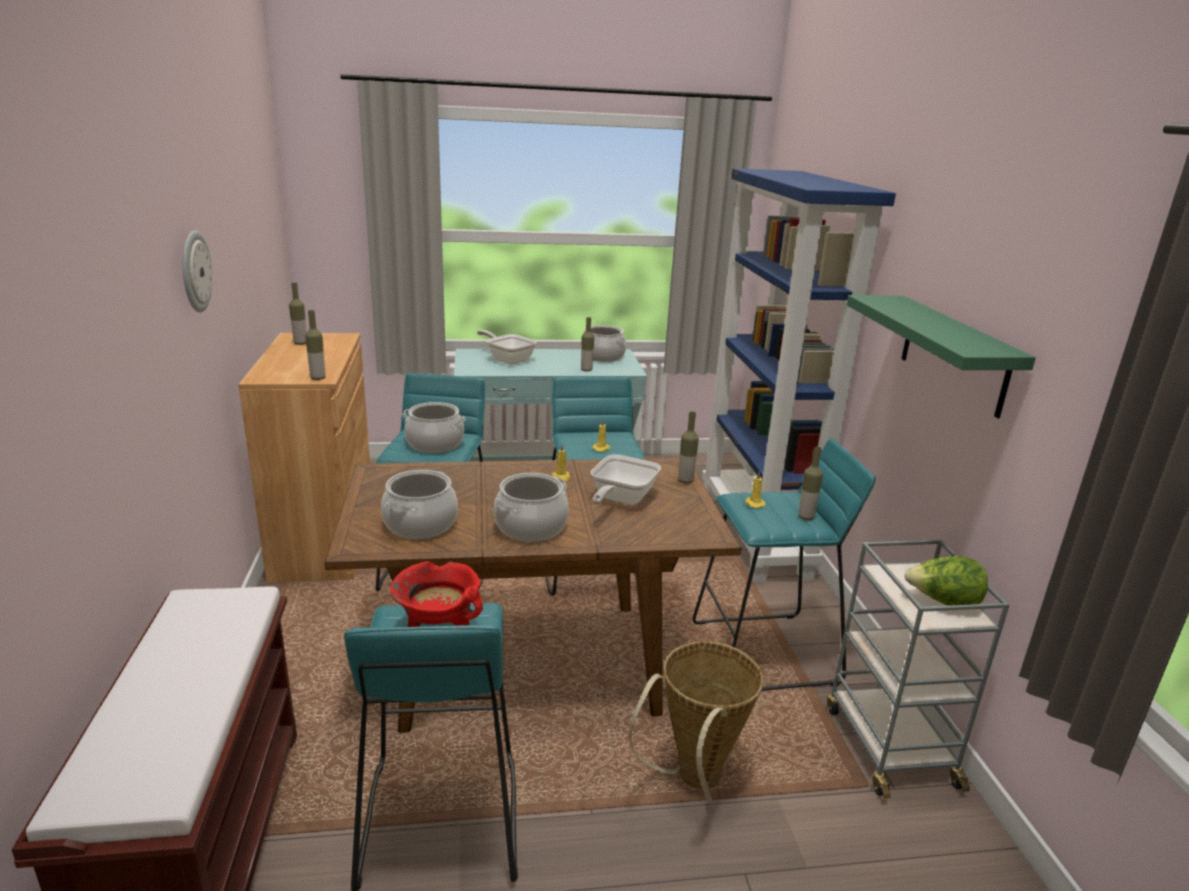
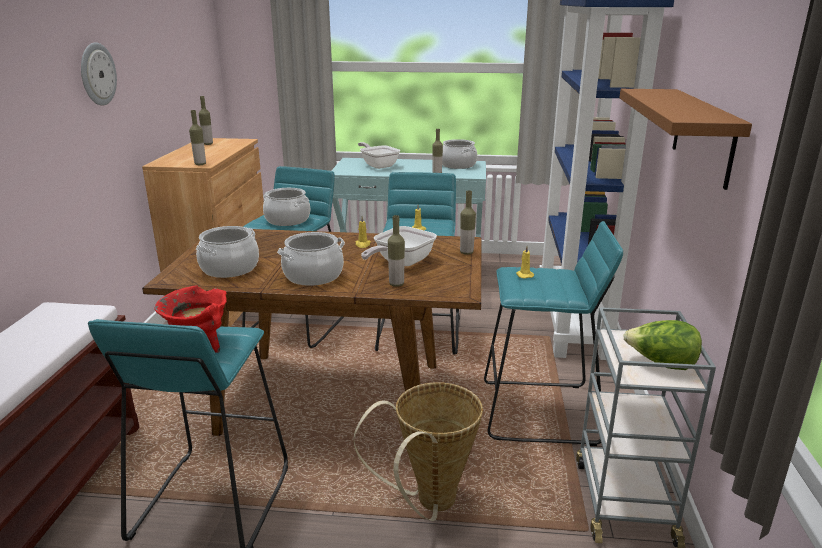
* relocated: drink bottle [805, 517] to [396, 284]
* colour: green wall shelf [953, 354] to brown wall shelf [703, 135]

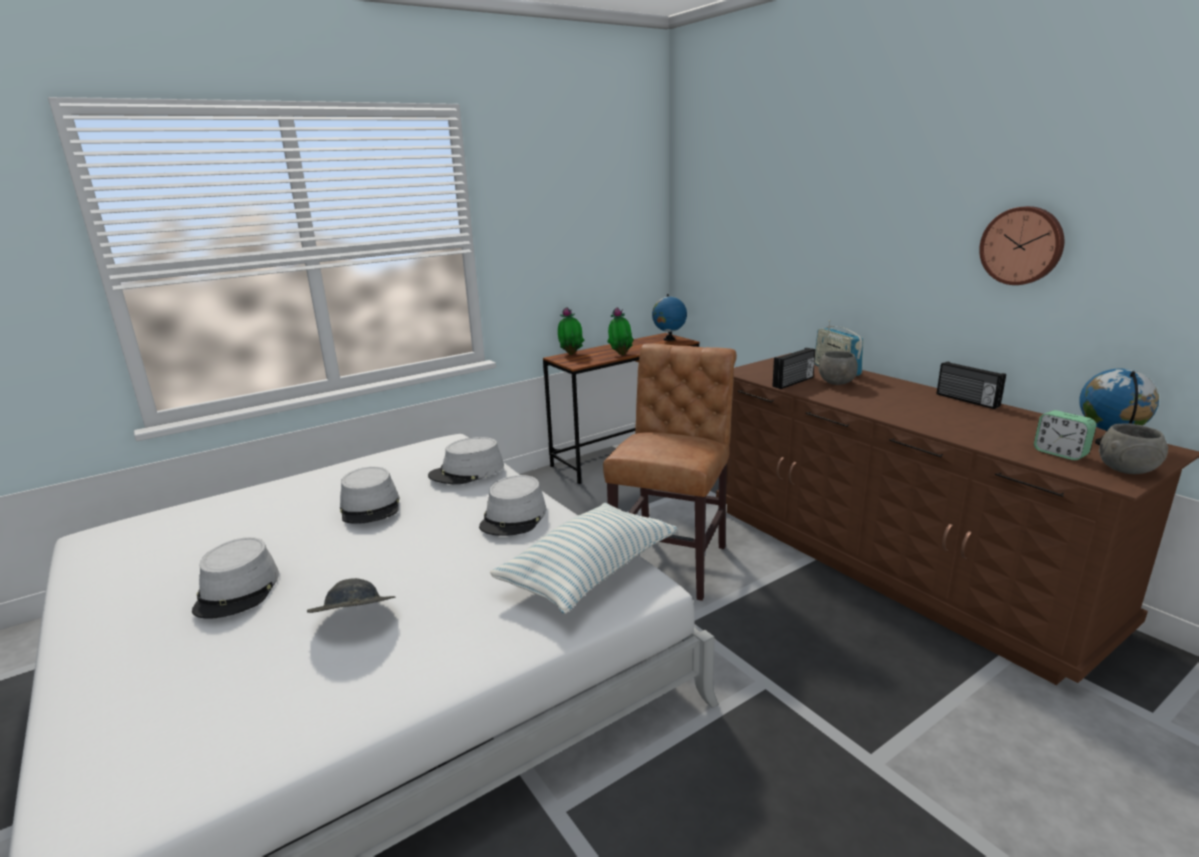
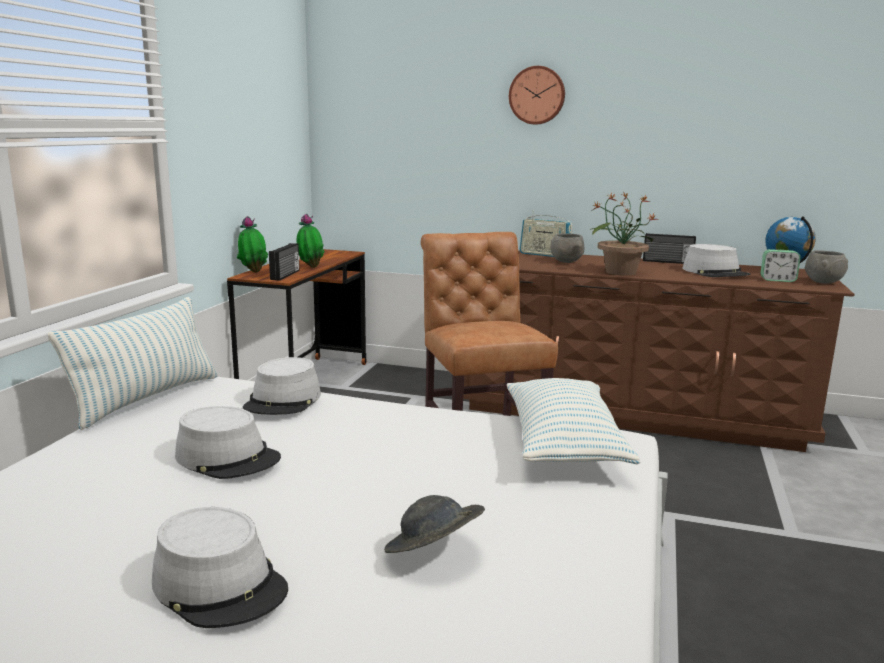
* appeared: throw pillow [146, 399]
* relocated: radio receiver [794, 382] to [286, 275]
* relocated: hanging clock [1022, 245] to [537, 95]
* appeared: houseplant [619, 272]
* relocated: greyish clothing hat [514, 517] to [715, 272]
* missing: desk globe [669, 339]

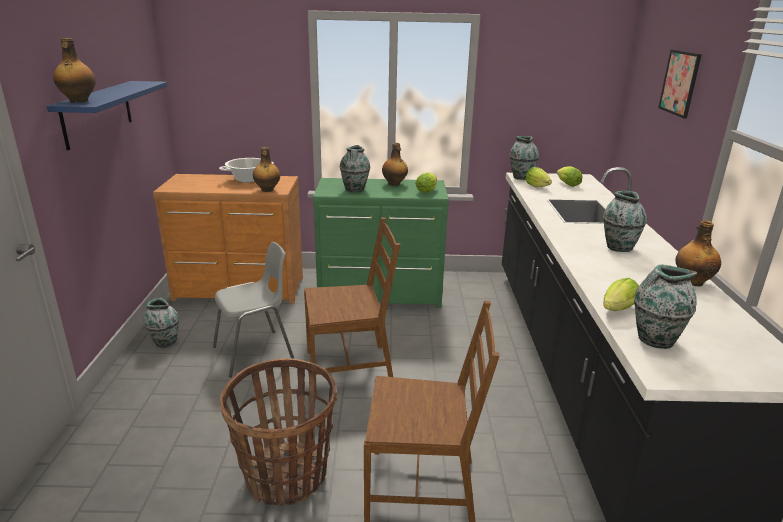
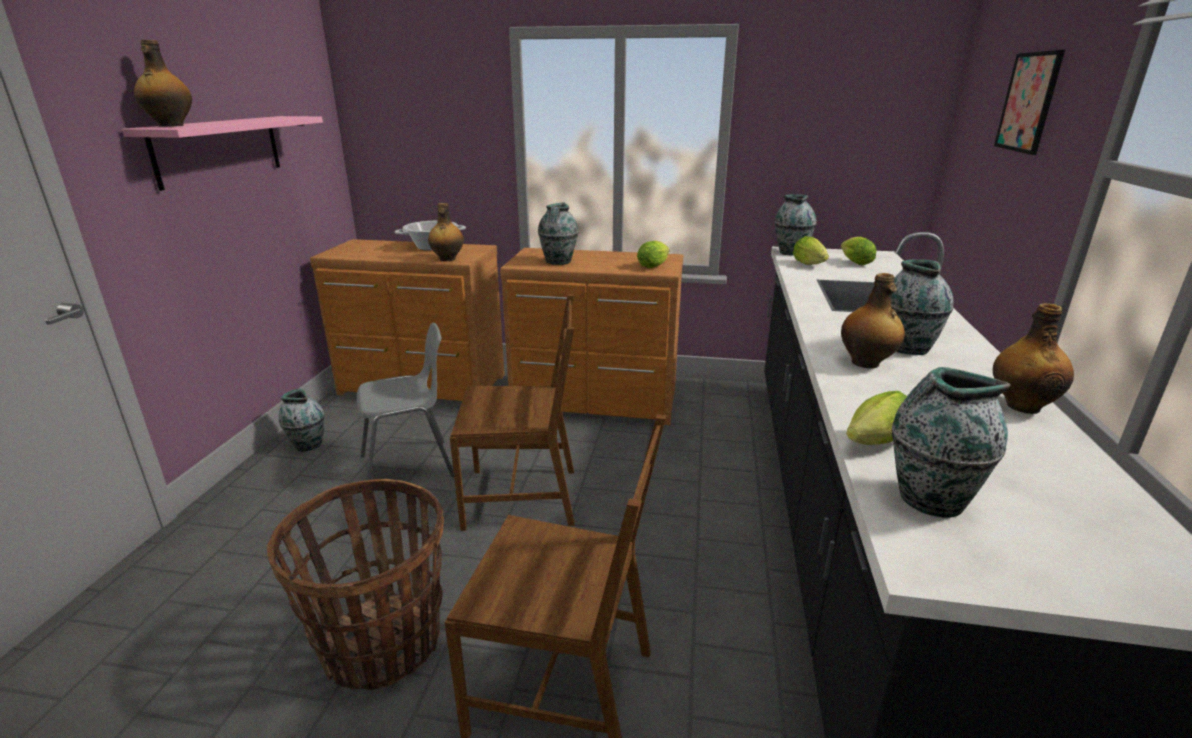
* colour: blue-coloured wall shelf [98, 113] to pink-coloured wall shelf [219, 149]
* colour: green dresser [381, 294] to brown dresser [595, 402]
* relocated: drink bottle [394, 184] to [866, 363]

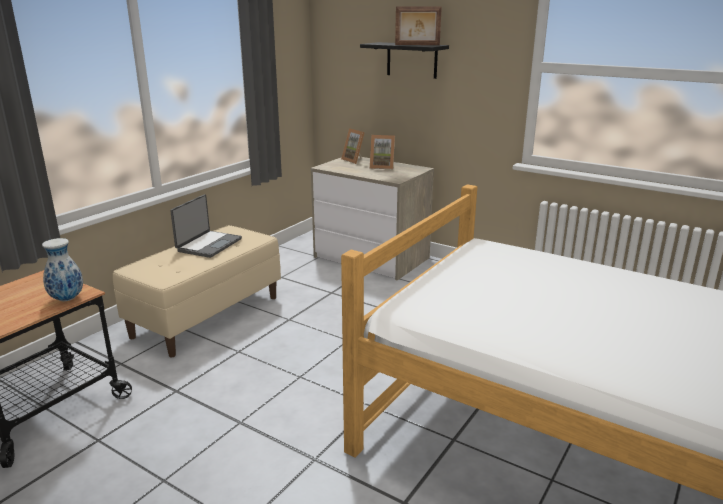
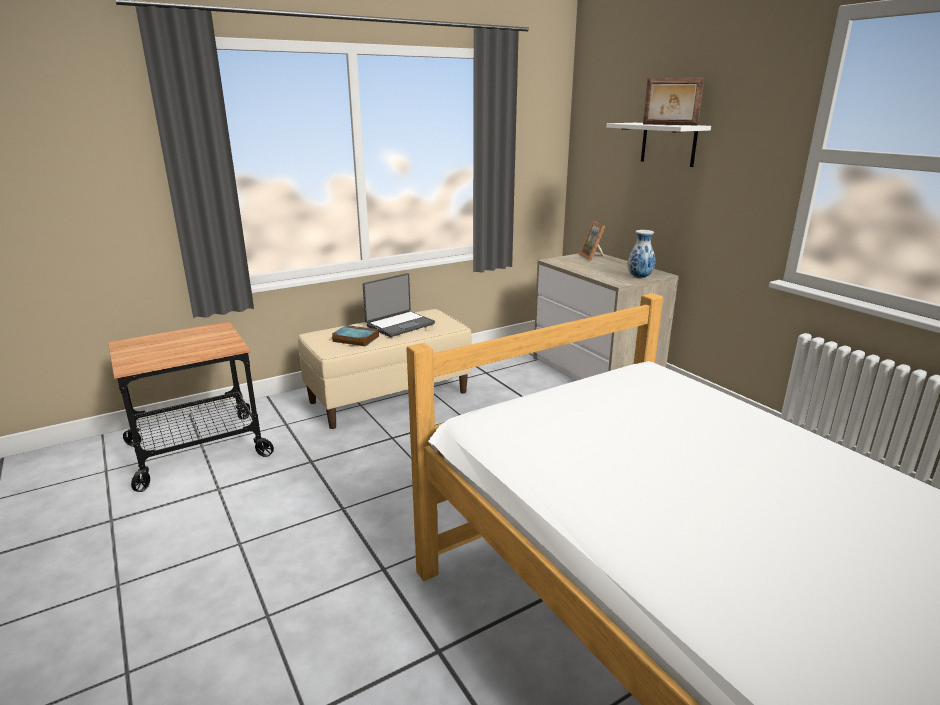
* appeared: volume [354, 339]
* colour: black-coloured wall shelf [412, 60] to white wall shelf [668, 144]
* relocated: decorative vase [67, 298] to [639, 277]
* missing: picture frame [382, 167]

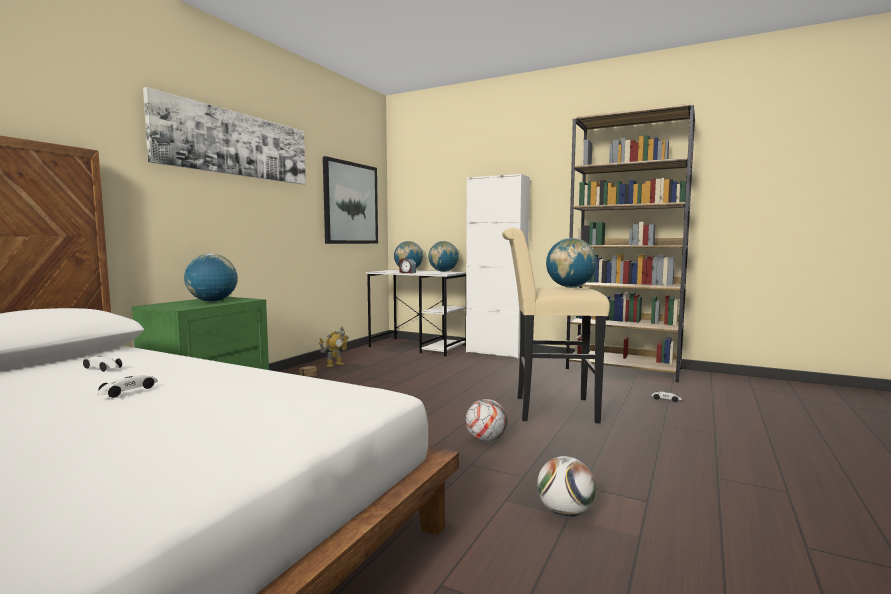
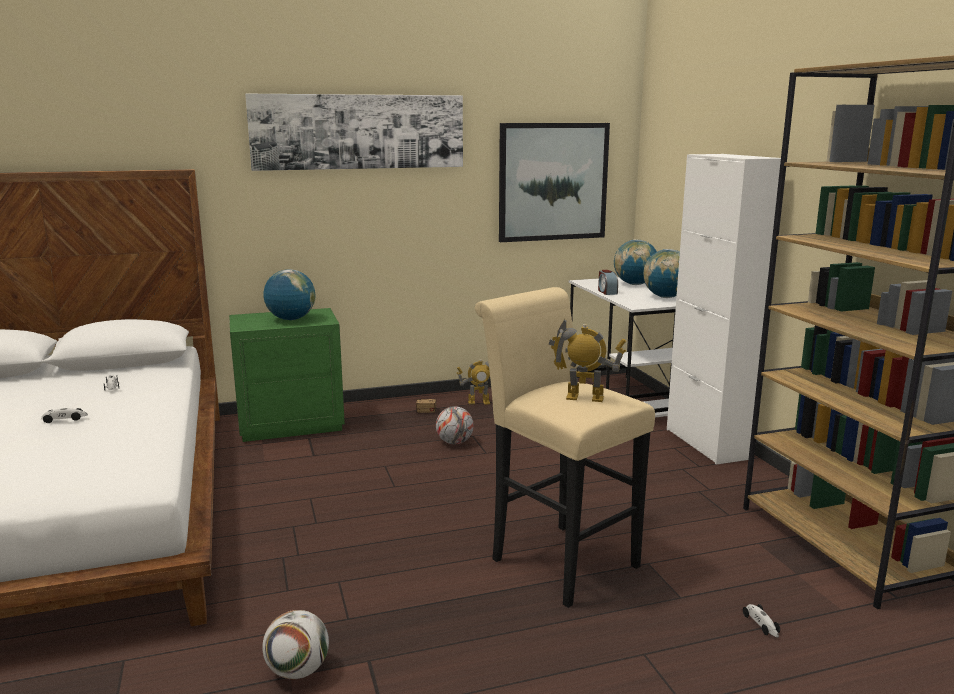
* relocated: football [486, 440] to [454, 442]
* exchanged: desk globe [570, 287] to robot figure [584, 398]

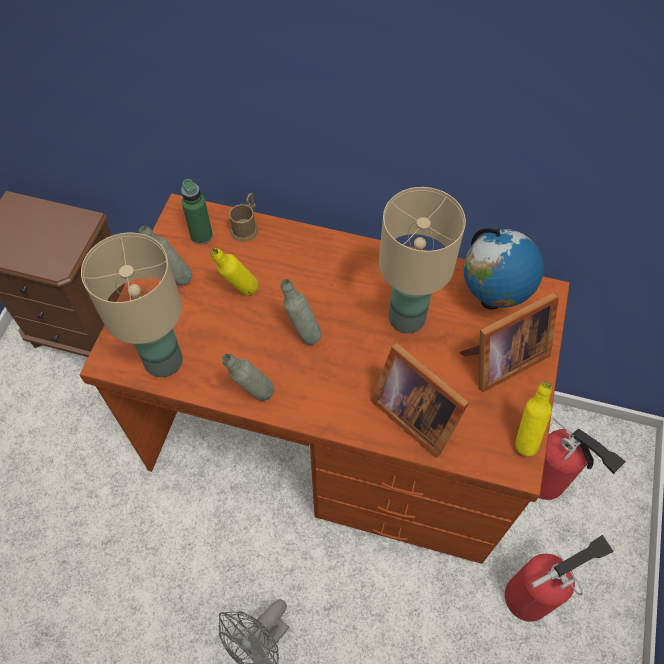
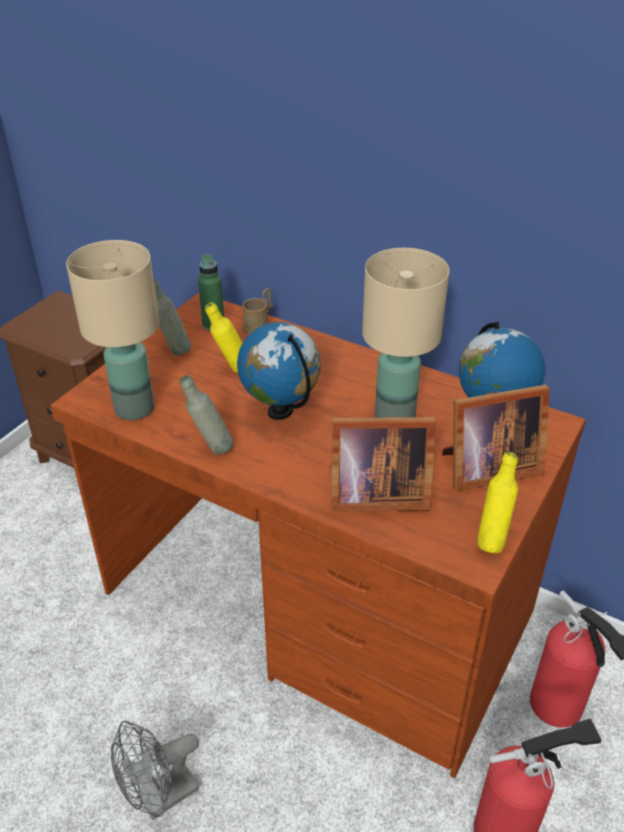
* exchanged: greyish drink bottle [302, 334] to desk globe [280, 412]
* spun: picture frame [414, 412] = [374, 494] 60 degrees counterclockwise

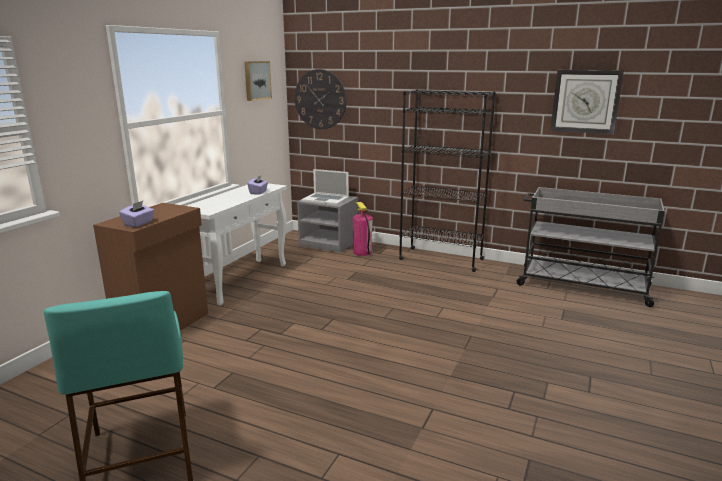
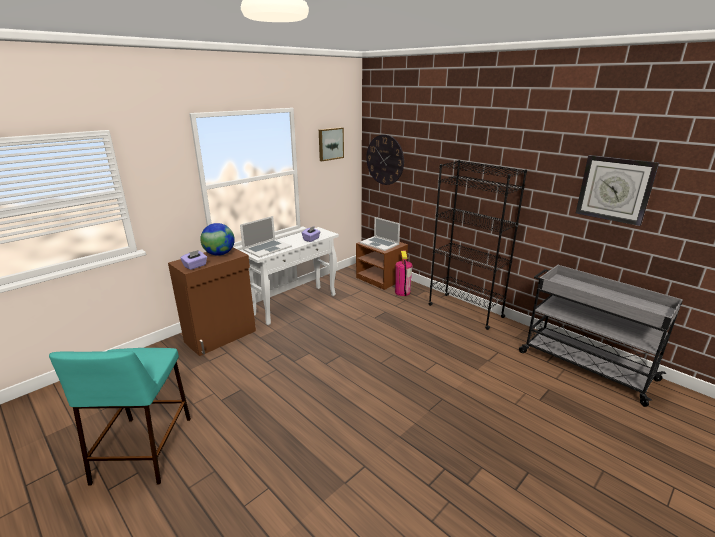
* appeared: desk globe [219, 254]
* appeared: laptop [267, 248]
* colour: greyish bedside table [329, 243] to brown bedside table [381, 279]

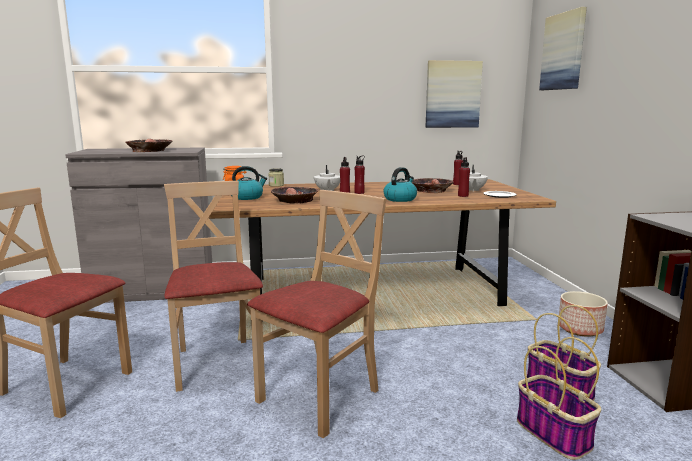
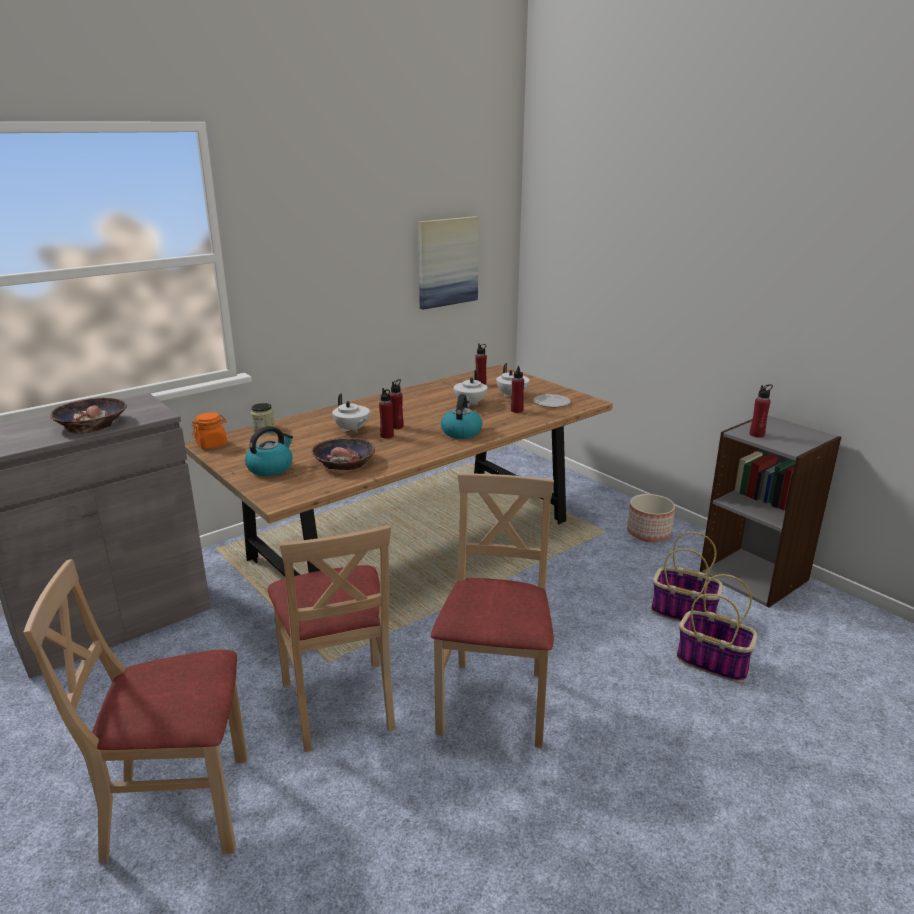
* spun: beige-coloured chair [217, 363] = [339, 703] 150 degrees counterclockwise
* exchanged: deep dish [431, 190] to white tea pot [469, 404]
* appeared: red-coloured drink bottle [757, 434]
* missing: wall art [563, 51]

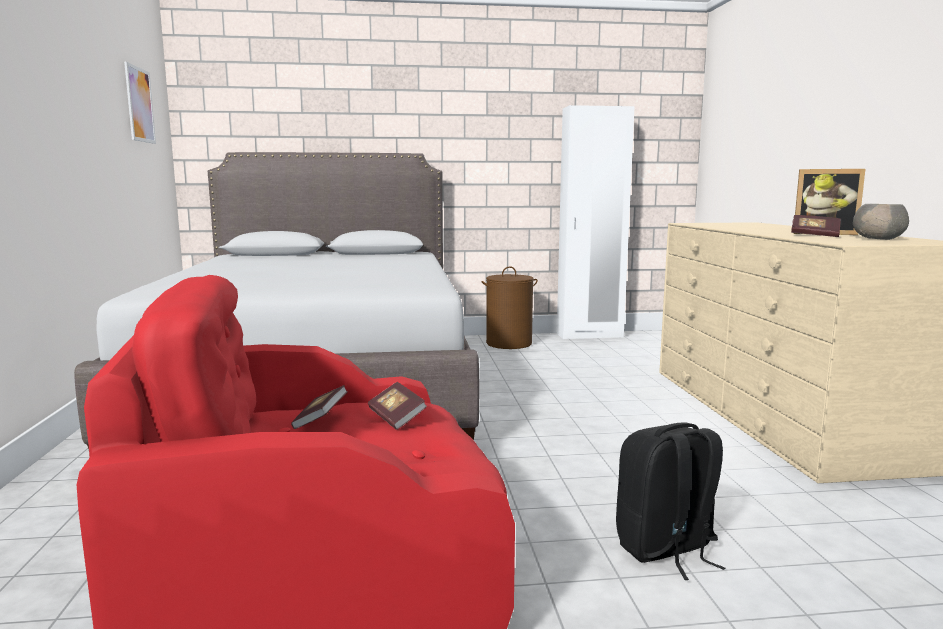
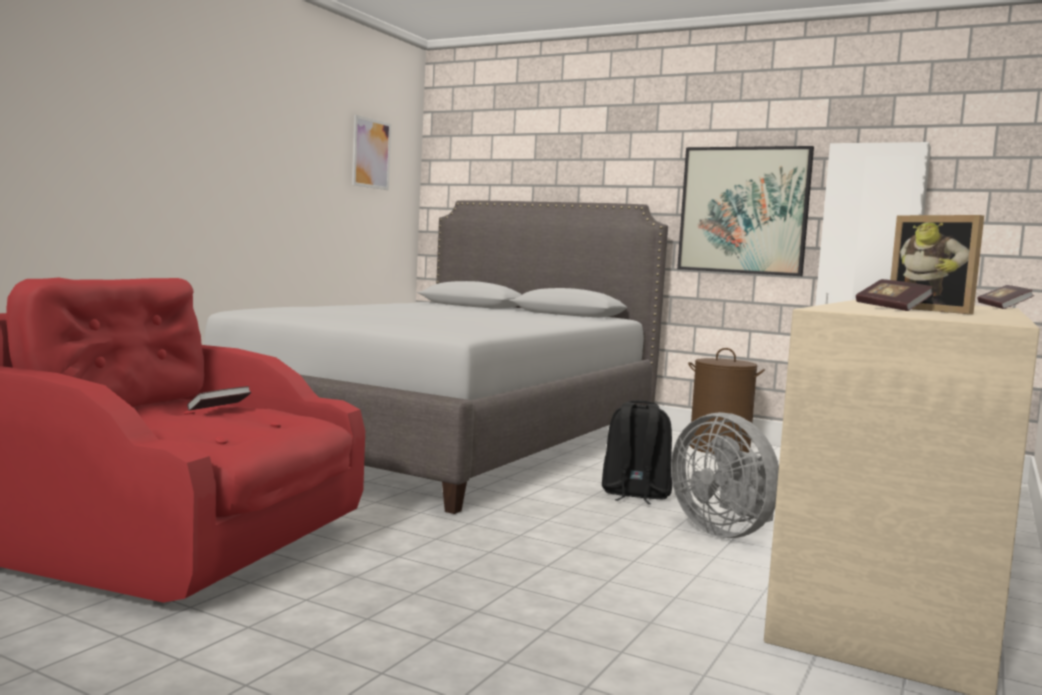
* relocated: black-coloured rucksack [666, 550] to [635, 495]
* appeared: greyish cooling fan [725, 531]
* appeared: wall art [743, 210]
* relocated: volume [396, 418] to [1003, 308]
* missing: greyish deep dish [879, 239]

